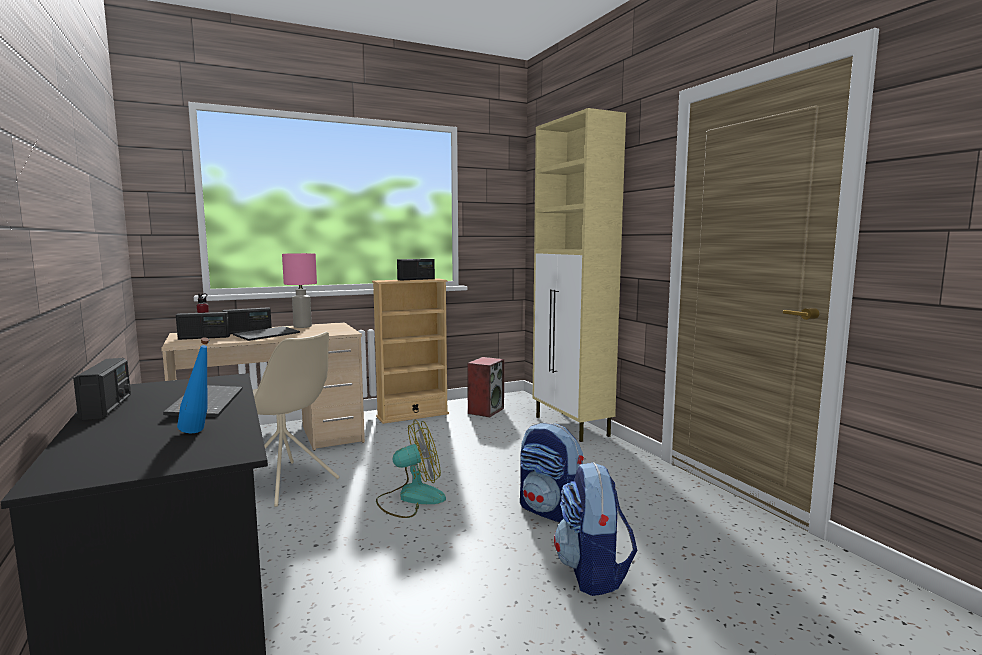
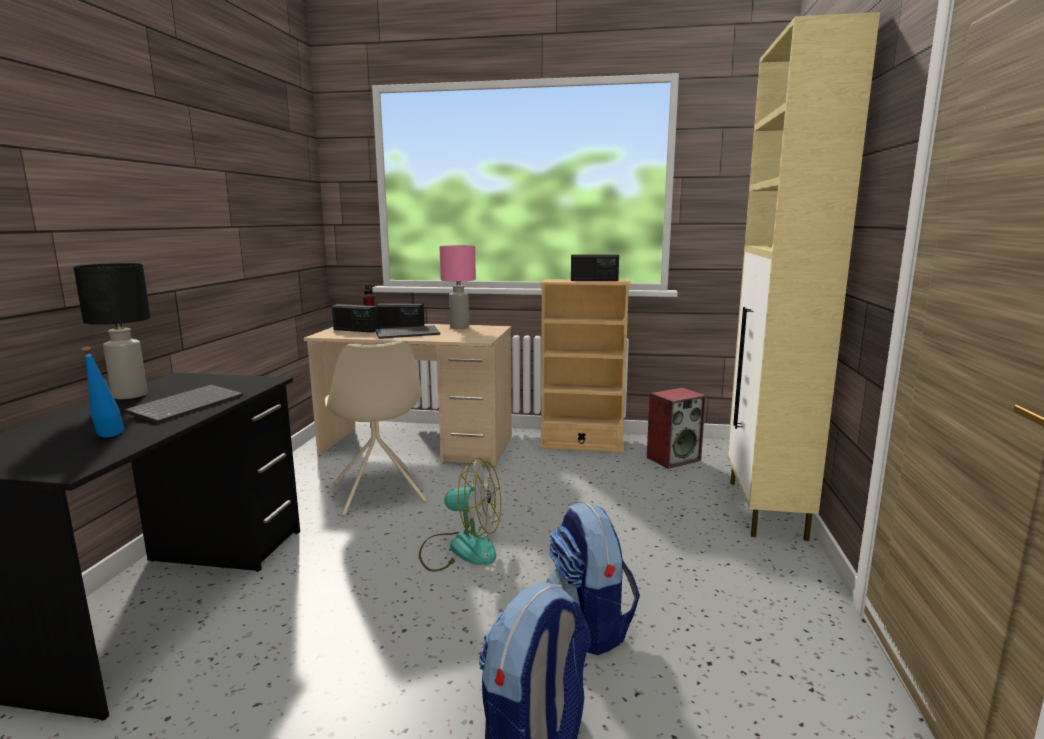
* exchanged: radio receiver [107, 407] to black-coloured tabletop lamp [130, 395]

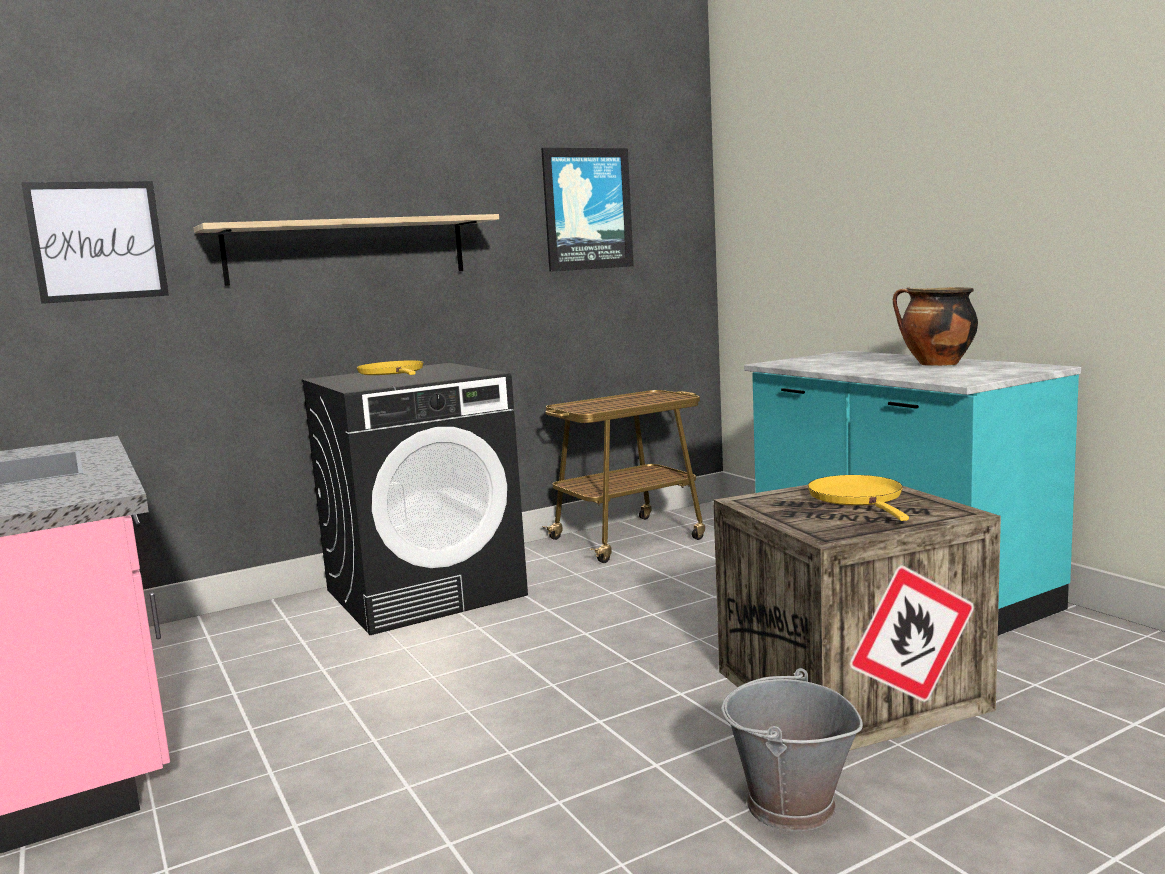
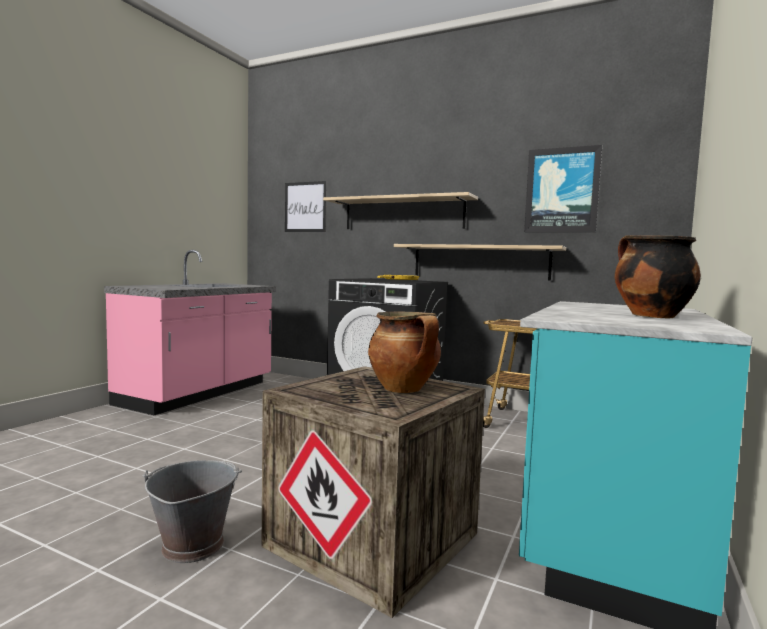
* exchanged: yellow-coloured pan [858, 498] to saucepot [404, 389]
* appeared: wall shelf [480, 262]

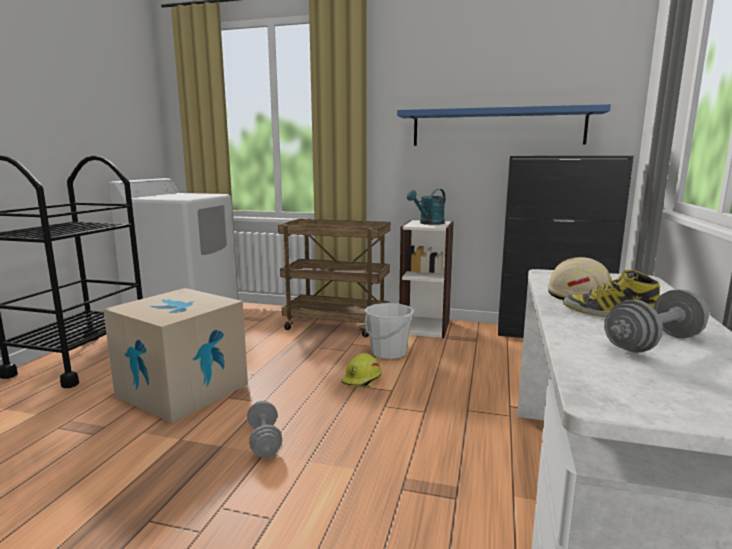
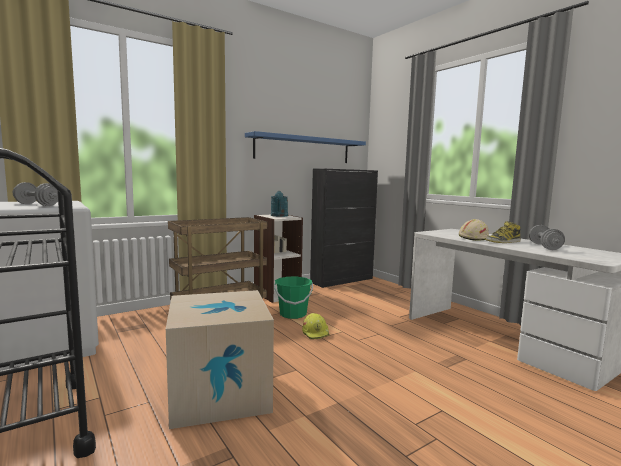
* relocated: greyish hand weight [264, 441] to [37, 205]
* colour: white water bucket [388, 352] to green water bucket [293, 314]

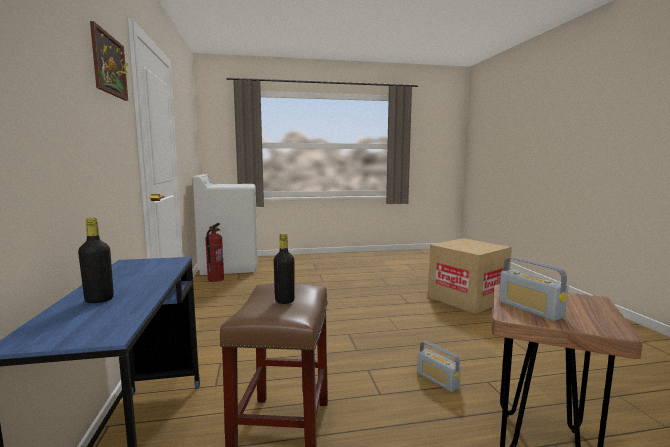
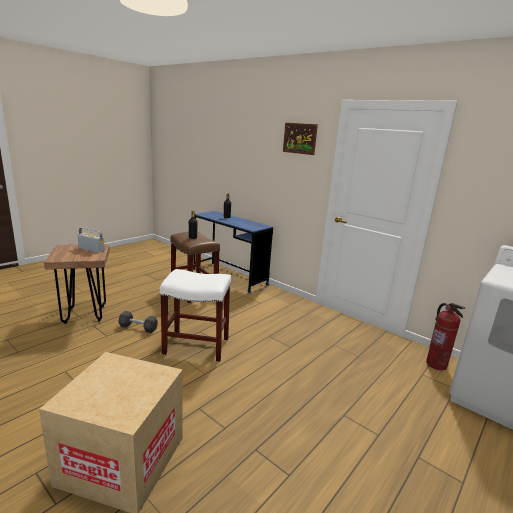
* exchanged: radio receiver [437, 380] to greyish hand weight [138, 327]
* appeared: white stool seat [197, 346]

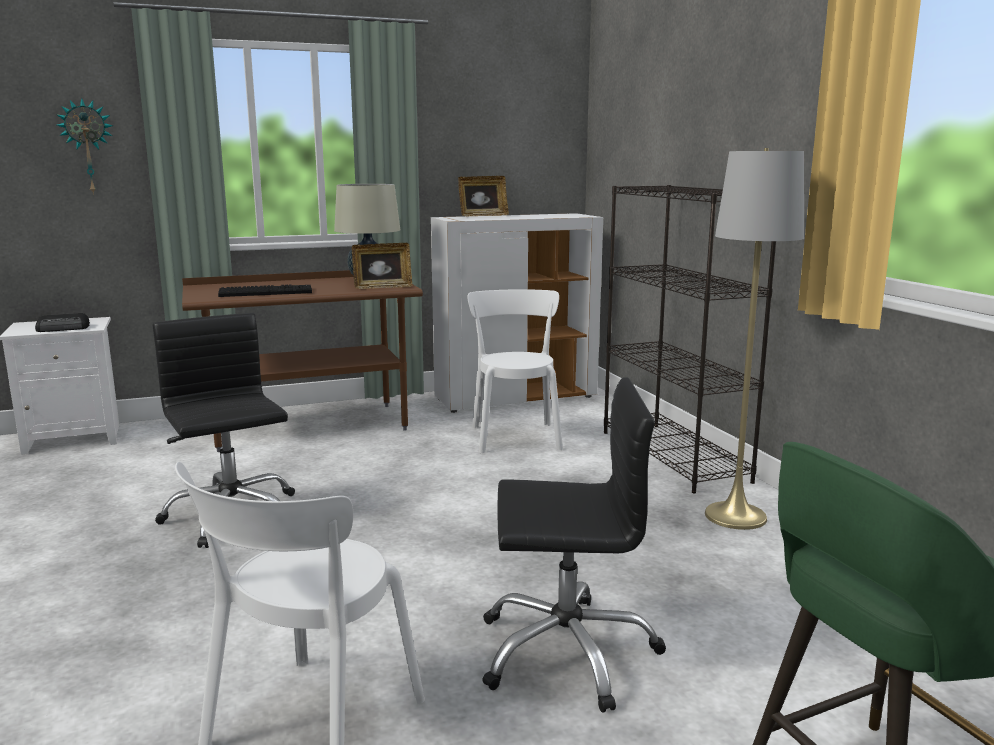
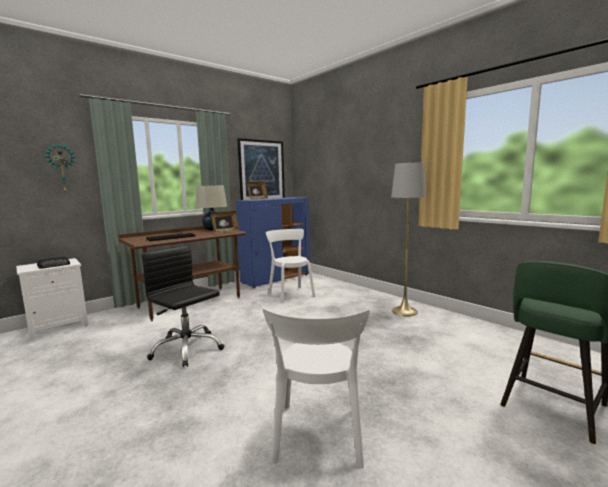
* colour: white cabinet [516, 398] to blue-coloured cabinet [276, 279]
* appeared: wall art [261, 171]
* missing: black-coloured computer chair [566, 651]
* missing: black-coloured bookshelf [674, 456]

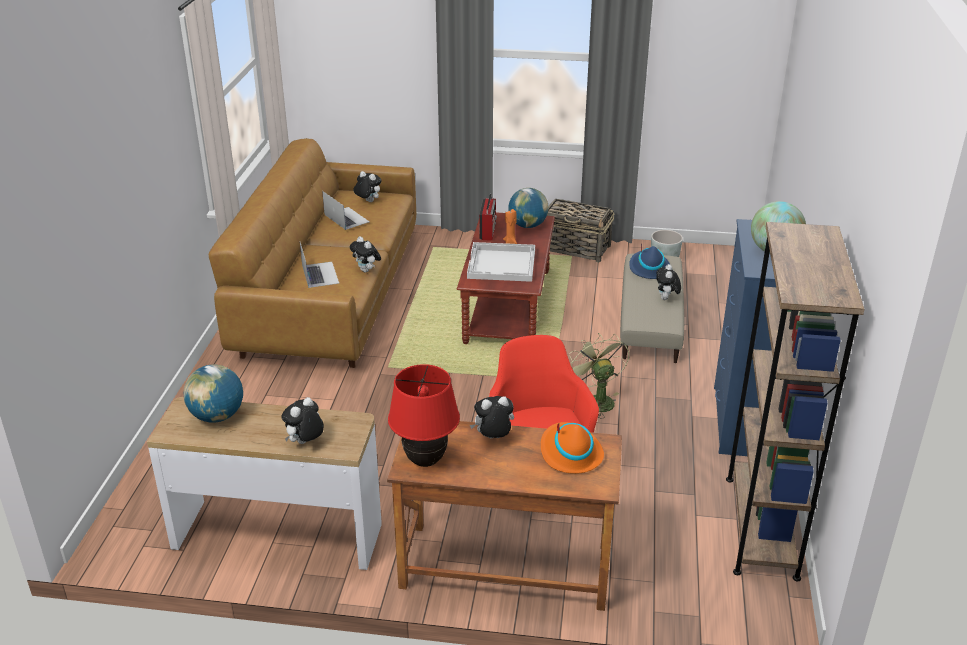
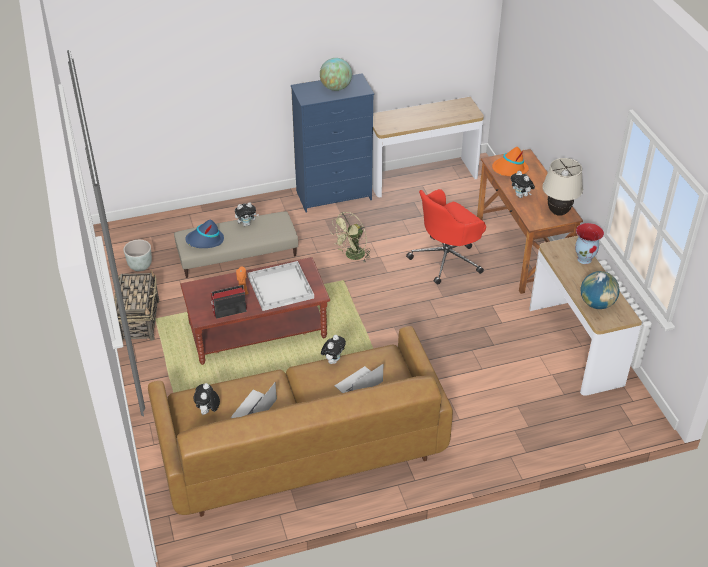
* exchanged: brown bookshelf [761, 526] to hall table [422, 177]
* colour: red-coloured tabletop lamp [425, 461] to beige-coloured tabletop lamp [558, 212]
* exchanged: plush toy [305, 443] to decorative vase [584, 259]
* missing: desk globe [528, 225]

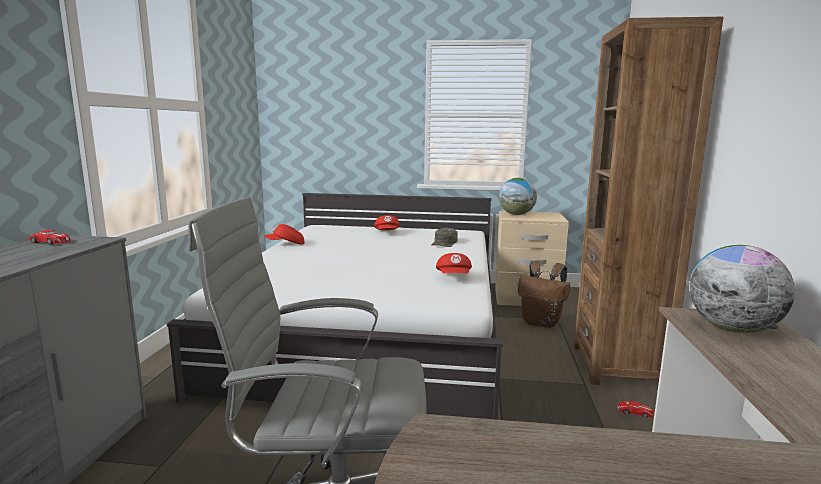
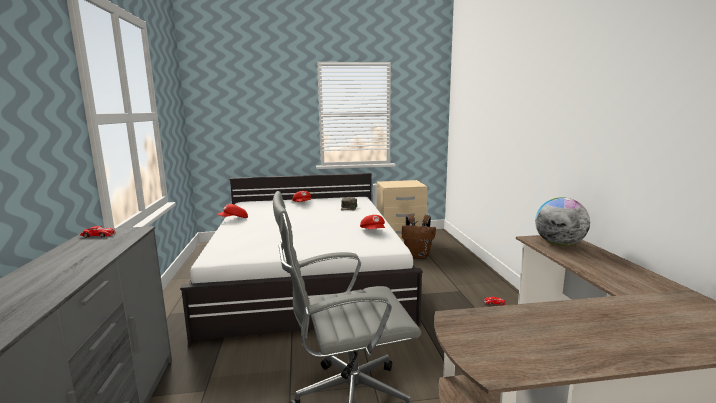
* missing: desk globe [516, 214]
* missing: brown bookshelf [618, 366]

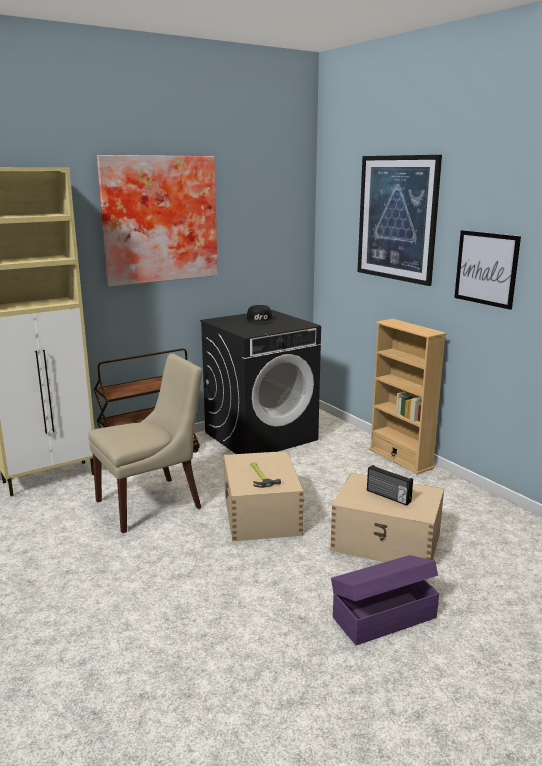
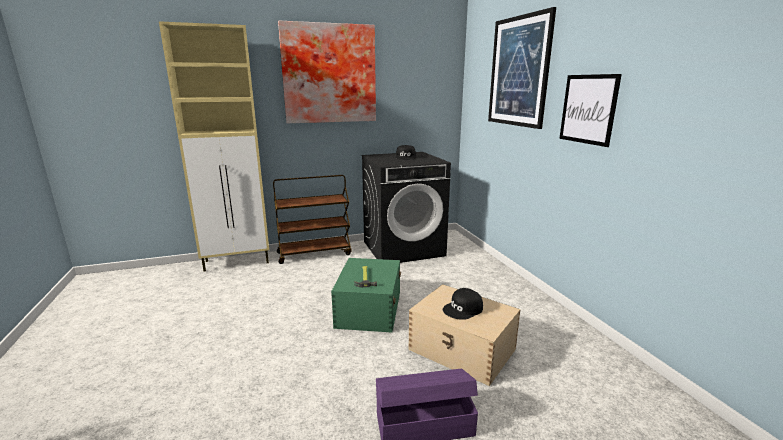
* colour: beige-coloured storage container [261, 514] to green storage container [368, 309]
* exchanged: radio receiver [388, 496] to black-coloured peaked cap [463, 309]
* missing: beige-coloured chair [152, 503]
* missing: beige-coloured bookshelf [400, 458]

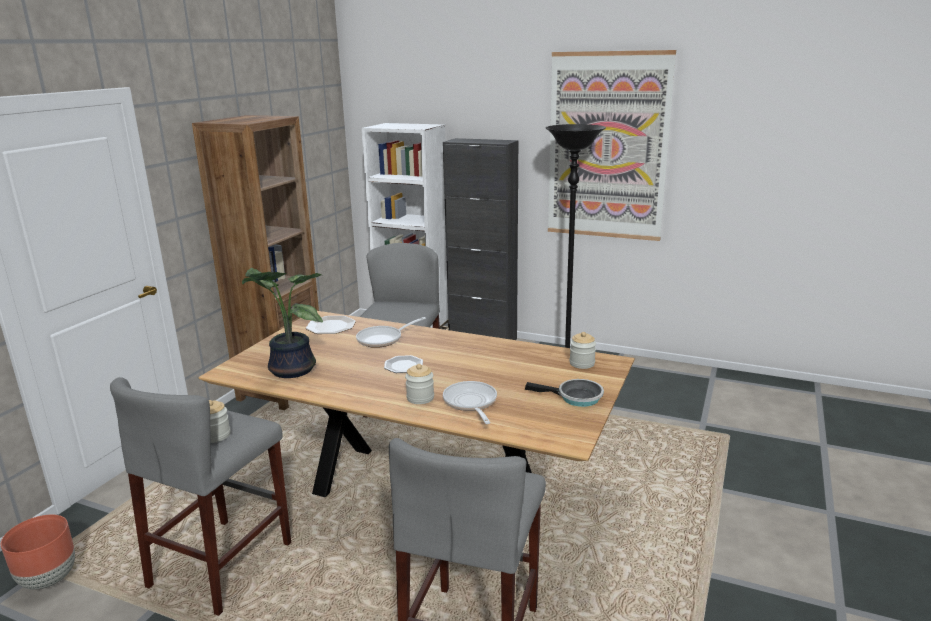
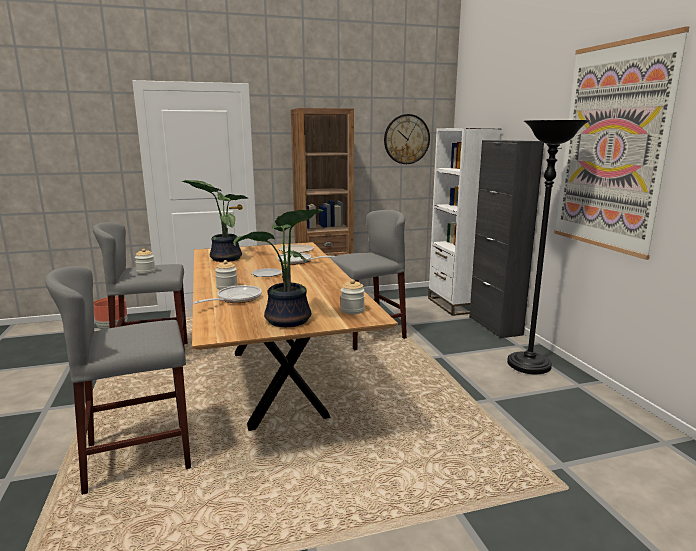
* exchanged: pan [576, 397] to houseplant [287, 321]
* appeared: hanging clock [406, 139]

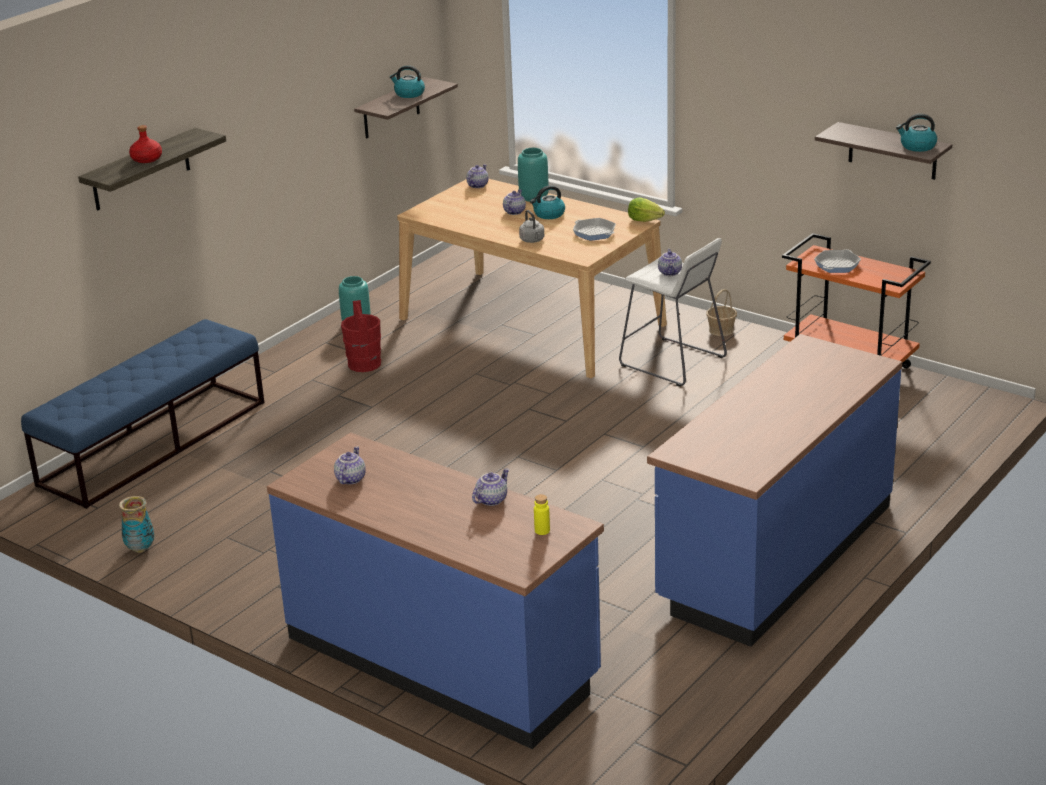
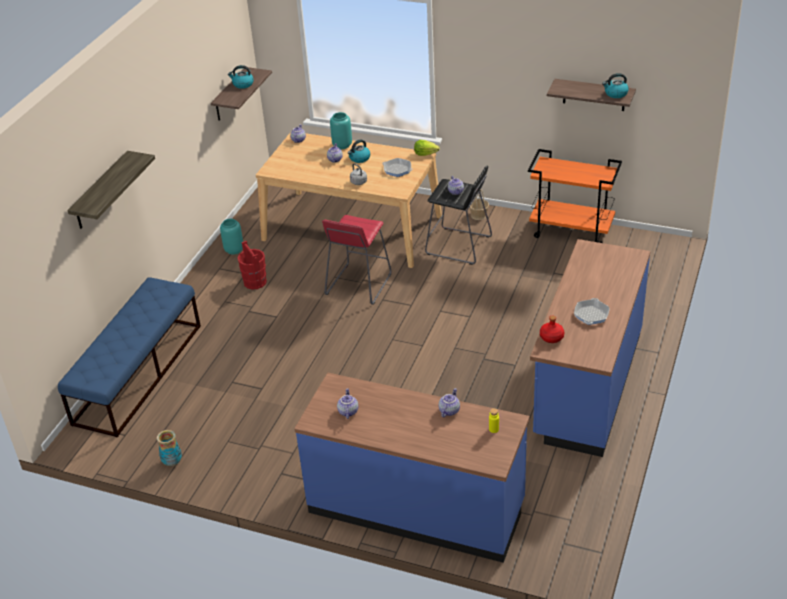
* appeared: red-coloured stool seat [358, 285]
* colour: white stool seat [672, 362] to black-coloured stool seat [459, 246]
* relocated: red-coloured drink bottle [147, 159] to [552, 337]
* relocated: pan [837, 265] to [591, 314]

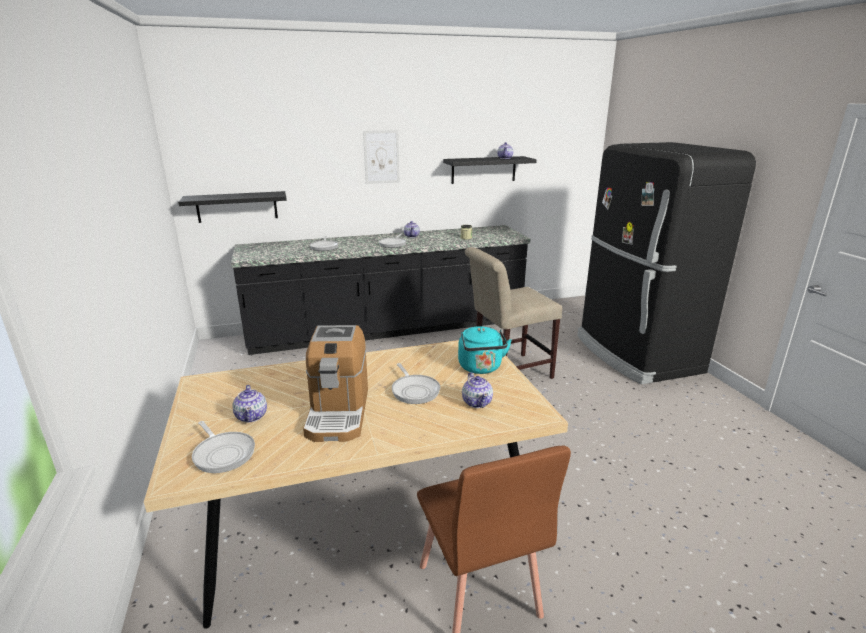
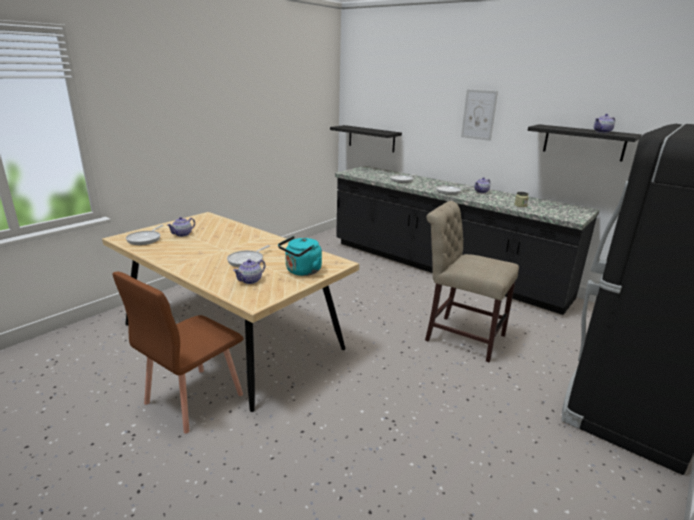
* missing: coffee brewer [338, 412]

